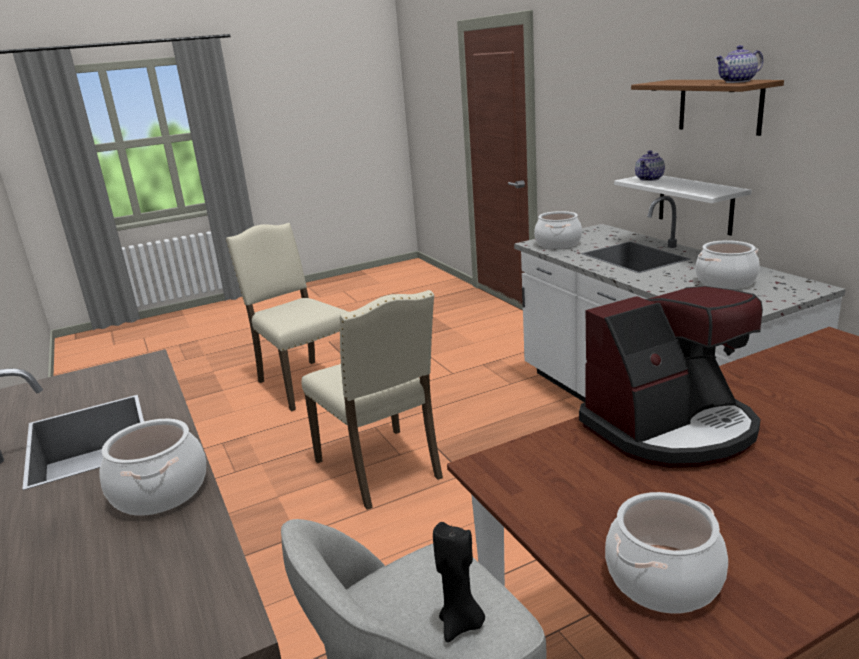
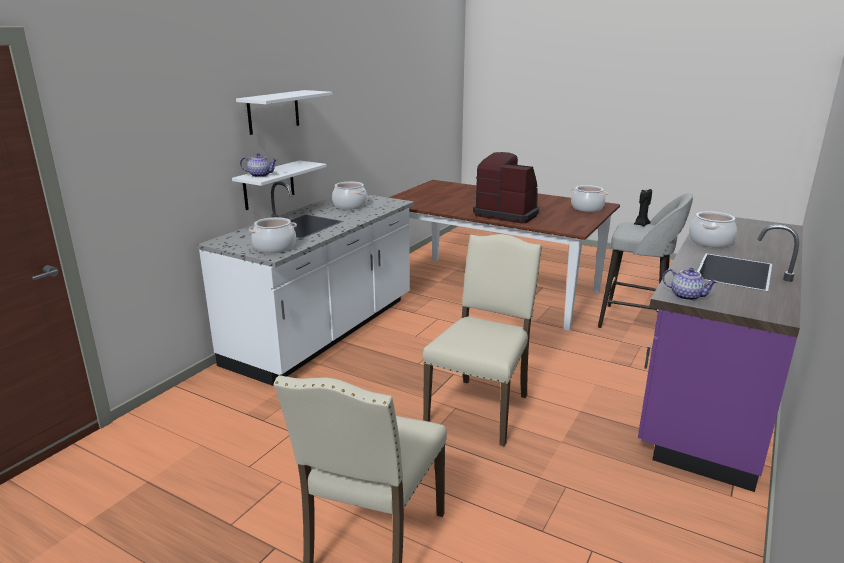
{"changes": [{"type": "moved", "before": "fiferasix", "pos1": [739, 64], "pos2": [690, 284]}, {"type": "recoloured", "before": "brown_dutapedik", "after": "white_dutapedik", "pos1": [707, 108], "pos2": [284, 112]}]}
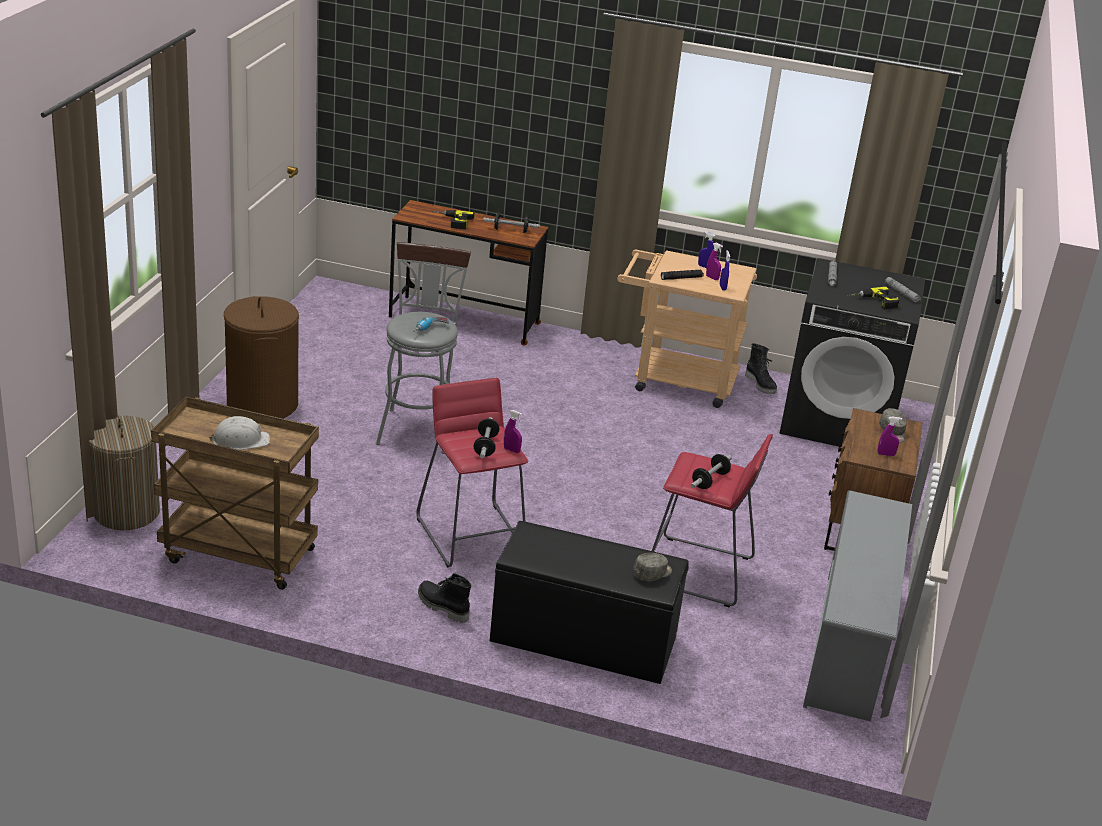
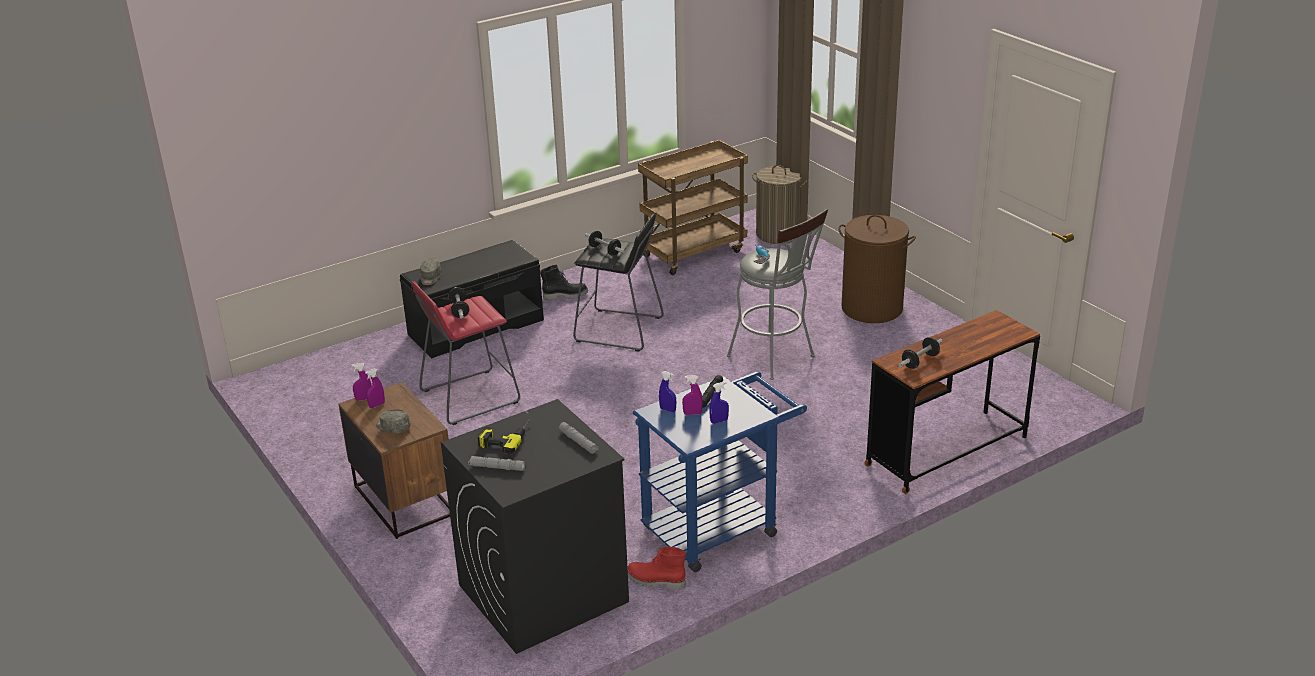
{"changes": [{"type": "removed", "before": "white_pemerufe", "pos1": [239, 433]}, {"type": "removed", "before": "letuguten", "pos1": [453, 219]}, {"type": "removed", "before": "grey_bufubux", "pos1": [857, 606]}, {"type": "moved", "before": "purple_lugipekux", "pos1": [513, 431], "pos2": [361, 382]}, {"type": "recoloured", "before": "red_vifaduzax", "after": "black_vifaduzax", "pos1": [472, 472], "pos2": [618, 283]}, {"type": "recoloured", "before": "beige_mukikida", "after": "blue_mukikida", "pos1": [687, 329], "pos2": [720, 471]}, {"type": "recoloured", "before": "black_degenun", "after": "red_degenun", "pos1": [761, 368], "pos2": [656, 568]}]}
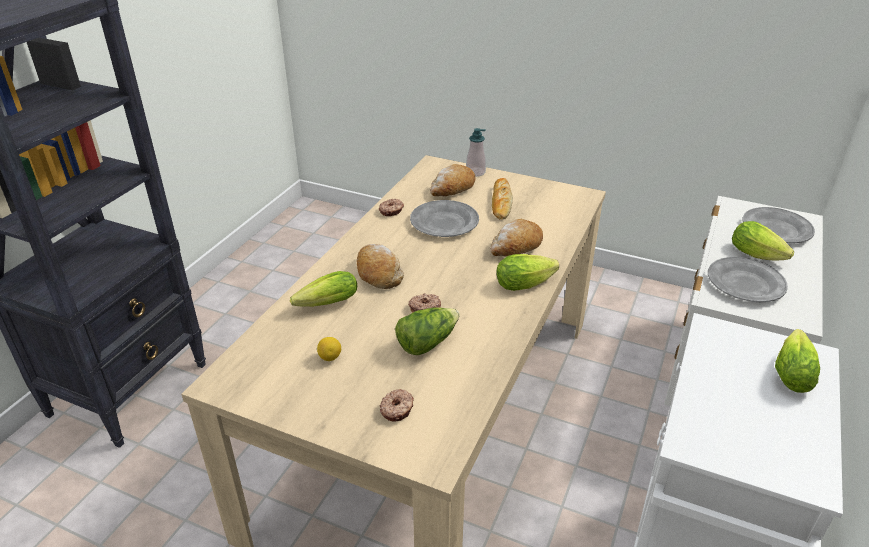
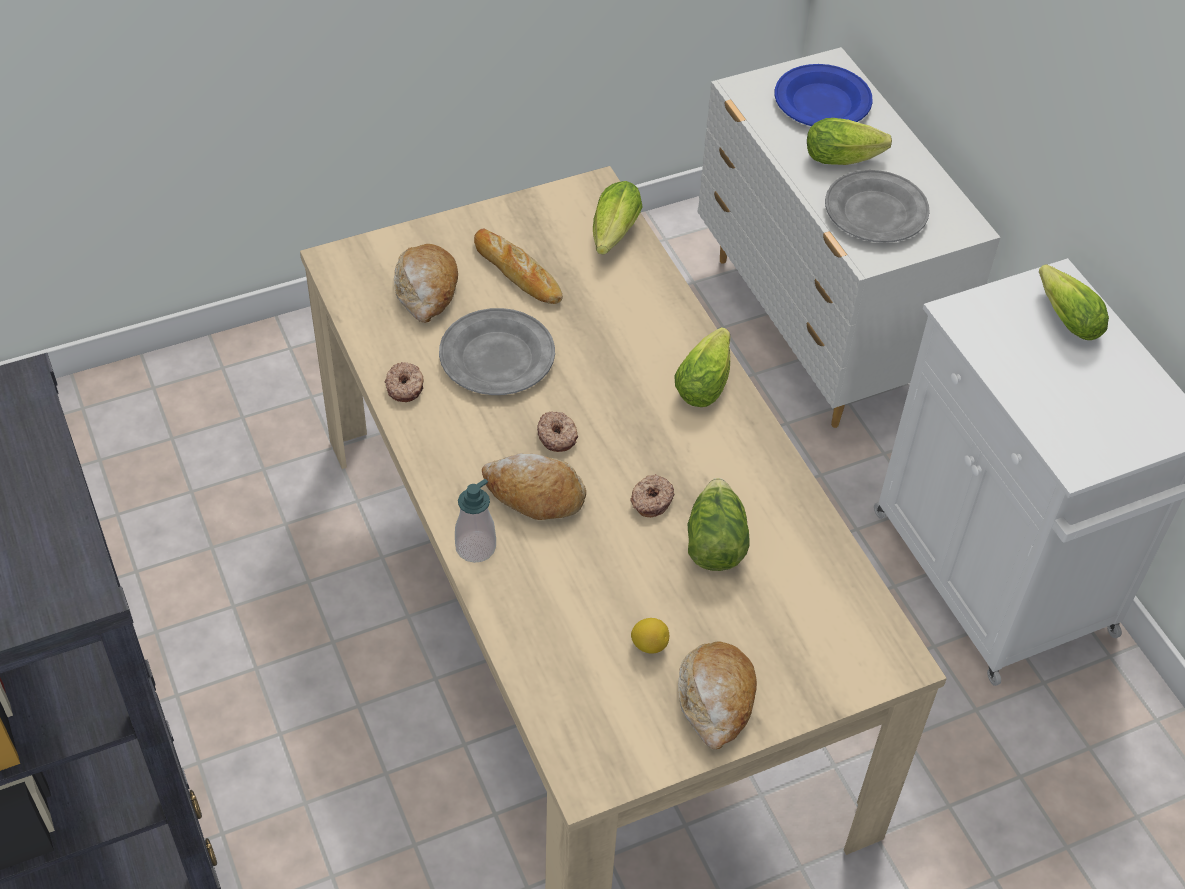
{"changes": [{"type": "moved", "before": "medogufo", "pos1": [323, 289], "pos2": [618, 218]}, {"type": "moved", "before": "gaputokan", "pos1": [396, 405], "pos2": [557, 432]}, {"type": "moved", "before": "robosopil", "pos1": [476, 152], "pos2": [475, 521]}, {"type": "moved", "before": "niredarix", "pos1": [516, 238], "pos2": [717, 695]}, {"type": "recoloured", "before": "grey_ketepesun", "after": "blue_ketepesun", "pos1": [778, 225], "pos2": [823, 95]}]}
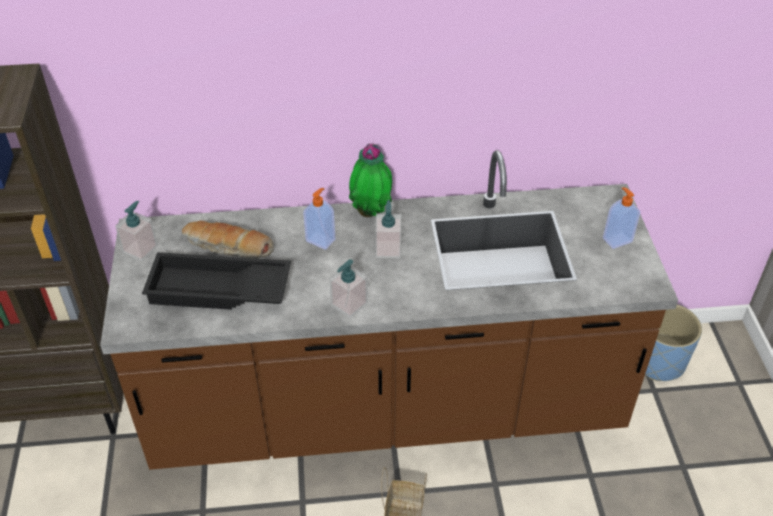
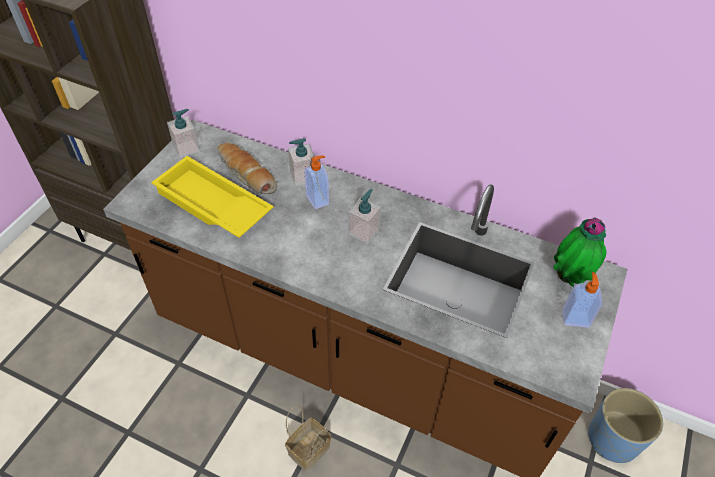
{"changes": [{"type": "moved", "before": "robosopil", "pos1": [348, 288], "pos2": [301, 162]}, {"type": "moved", "before": "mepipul", "pos1": [370, 180], "pos2": [579, 252]}, {"type": "recoloured", "before": "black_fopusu", "after": "yellow_fopusu", "pos1": [216, 281], "pos2": [212, 197]}]}
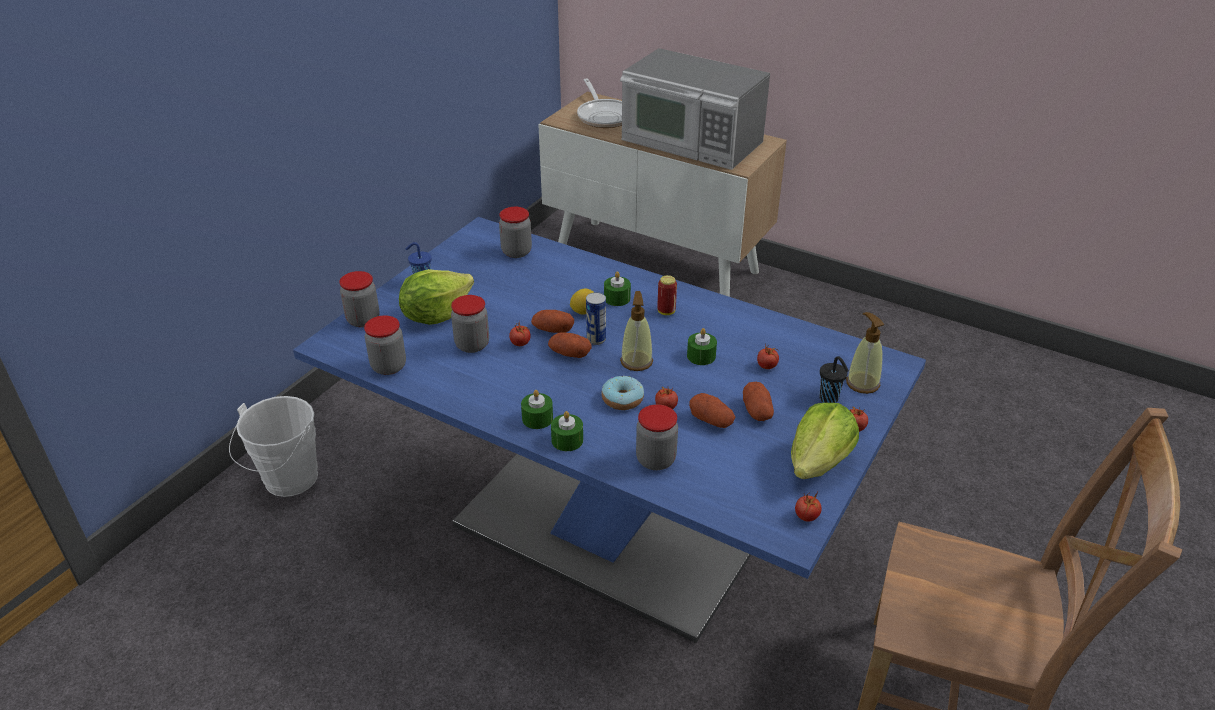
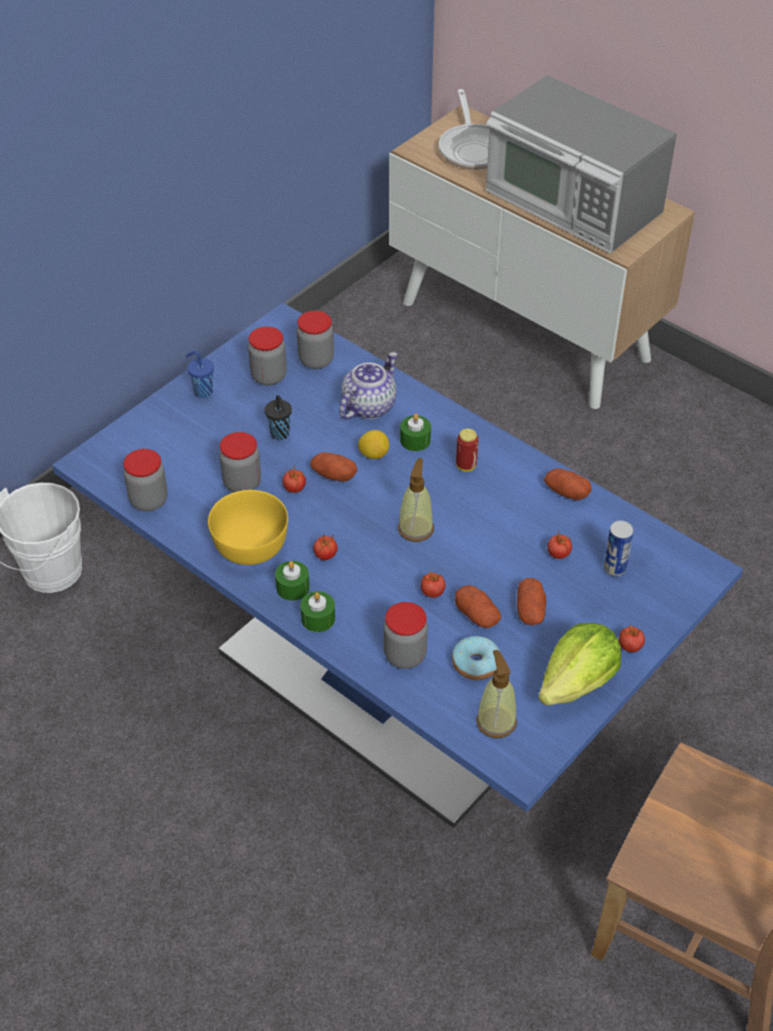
{"changes": [{"type": "removed", "before": "medogufo", "pos1": [436, 297]}, {"type": "removed", "before": "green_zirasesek", "pos1": [702, 346]}, {"type": "added", "after": "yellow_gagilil", "pos2": [248, 527]}, {"type": "added", "after": "fiferasix", "pos2": [368, 385]}, {"type": "moved", "before": "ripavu", "pos1": [359, 299], "pos2": [267, 356]}, {"type": "moved", "before": "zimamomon", "pos1": [570, 345], "pos2": [568, 484]}, {"type": "moved", "before": "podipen", "pos1": [596, 318], "pos2": [619, 549]}, {"type": "moved", "before": "gaputokan", "pos1": [622, 393], "pos2": [476, 658]}, {"type": "moved", "before": "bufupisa", "pos1": [808, 507], "pos2": [325, 547]}, {"type": "moved", "before": "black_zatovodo", "pos1": [834, 379], "pos2": [278, 417]}, {"type": "moved", "before": "robosopil", "pos1": [865, 353], "pos2": [496, 694]}]}
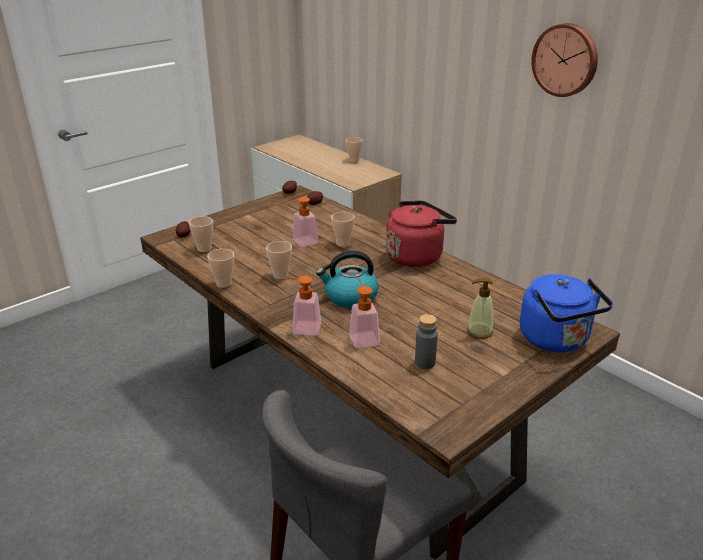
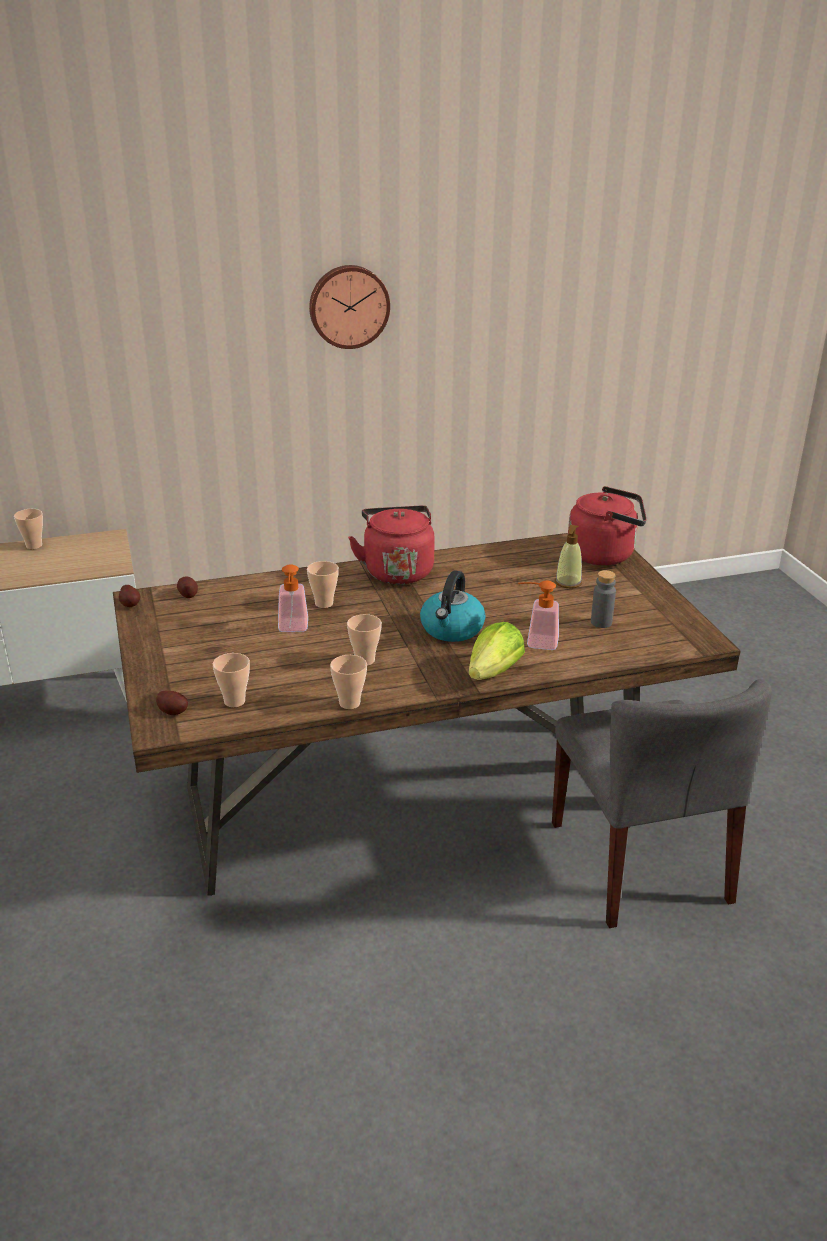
{"changes": [{"type": "replaced", "before": "robosopil", "after": "medogufo", "pos1": [300, 305], "pos2": [496, 651]}, {"type": "recoloured", "before": "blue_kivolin", "after": "red_kivolin", "pos1": [566, 313], "pos2": [607, 525]}]}
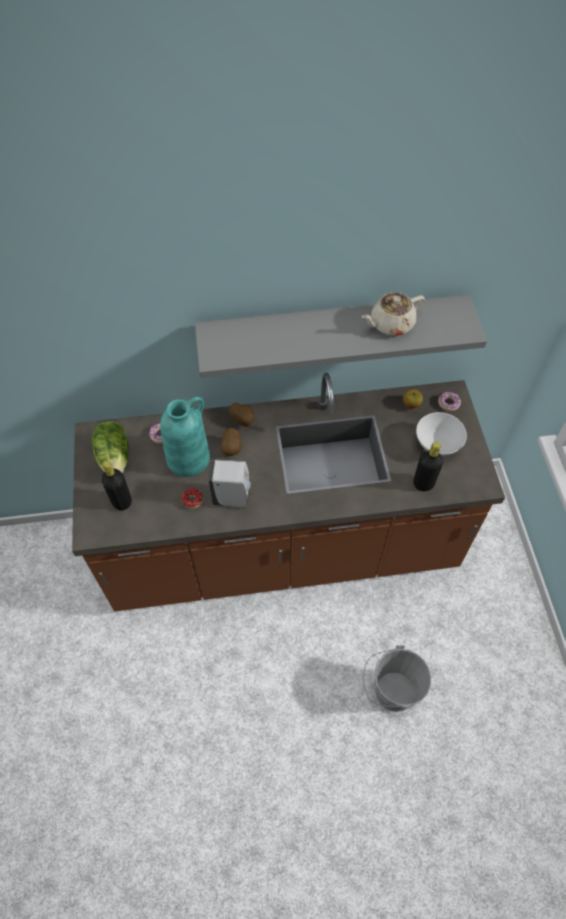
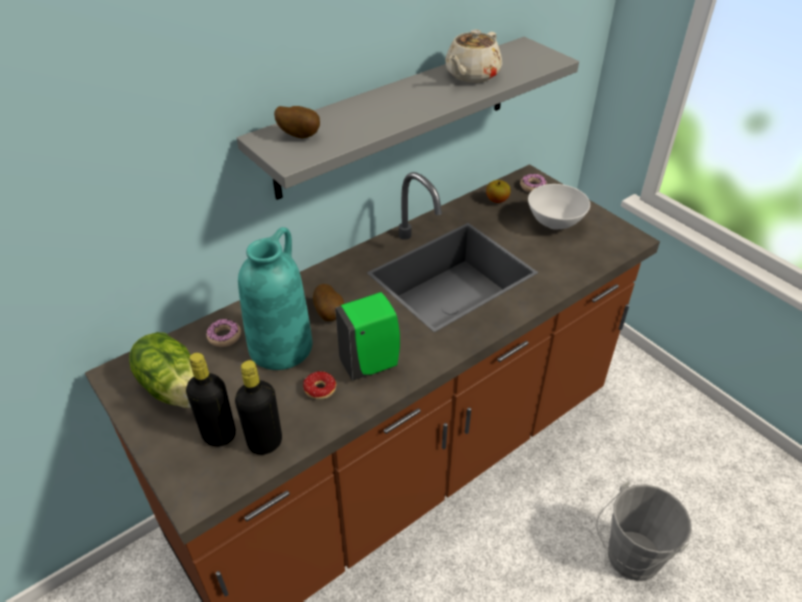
{"changes": [{"type": "moved", "before": "zimamomon", "pos1": [242, 414], "pos2": [297, 122]}, {"type": "moved", "before": "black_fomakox", "pos1": [428, 466], "pos2": [258, 407]}, {"type": "recoloured", "before": "white_robosopil", "after": "green_robosopil", "pos1": [229, 483], "pos2": [367, 336]}]}
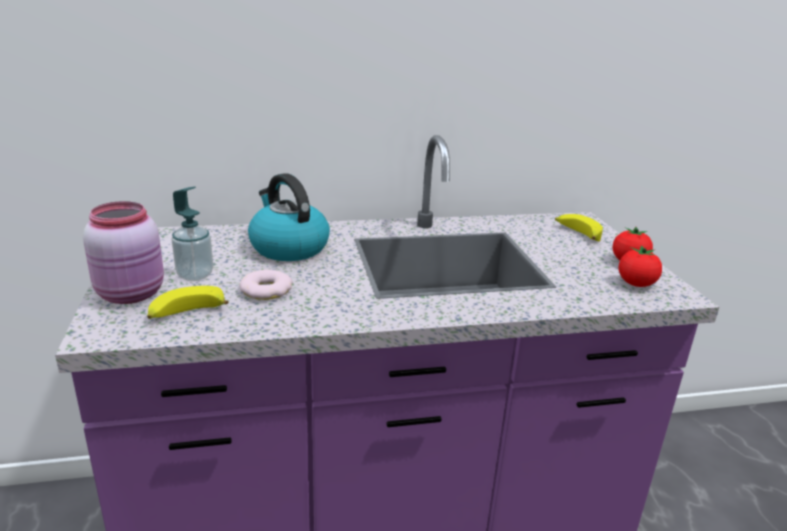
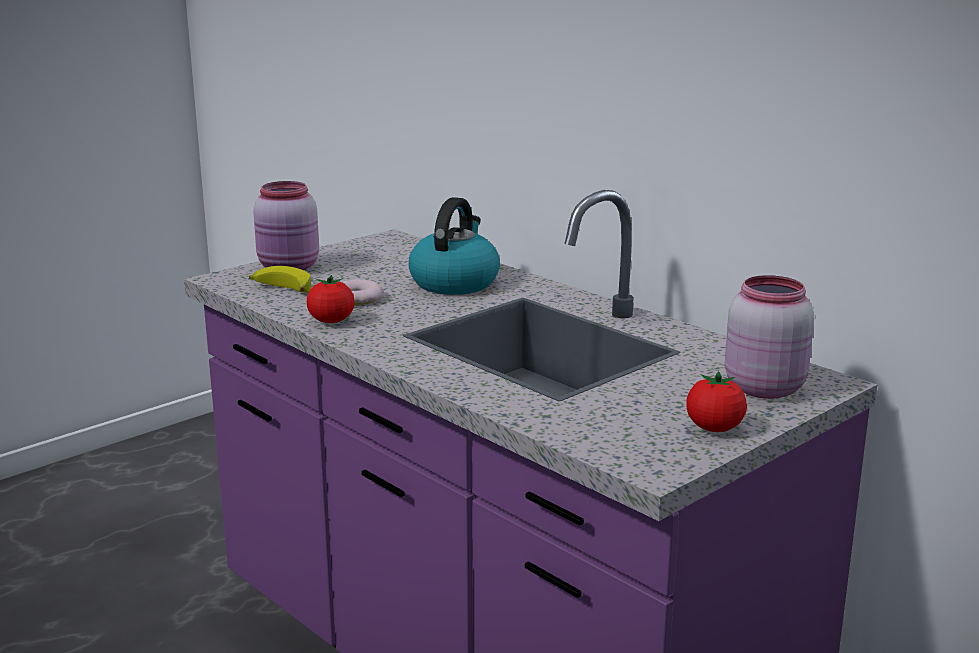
{"changes": [{"type": "removed", "before": "robosopil", "pos1": [192, 234]}, {"type": "moved", "before": "bufupisa", "pos1": [640, 266], "pos2": [331, 299]}, {"type": "replaced", "before": "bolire", "after": "pink_ripavu", "pos1": [579, 228], "pos2": [769, 337]}]}
